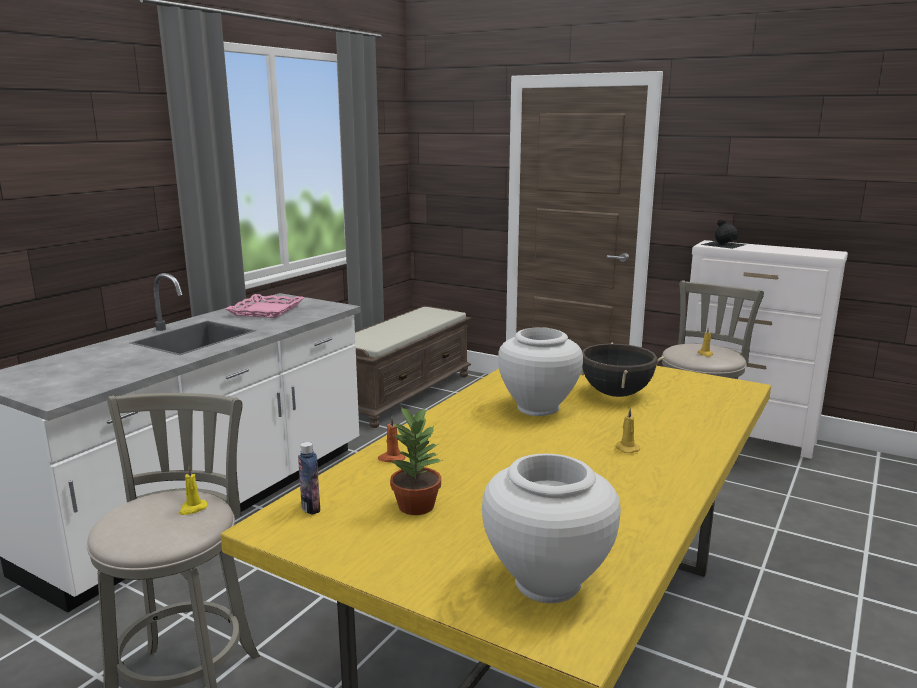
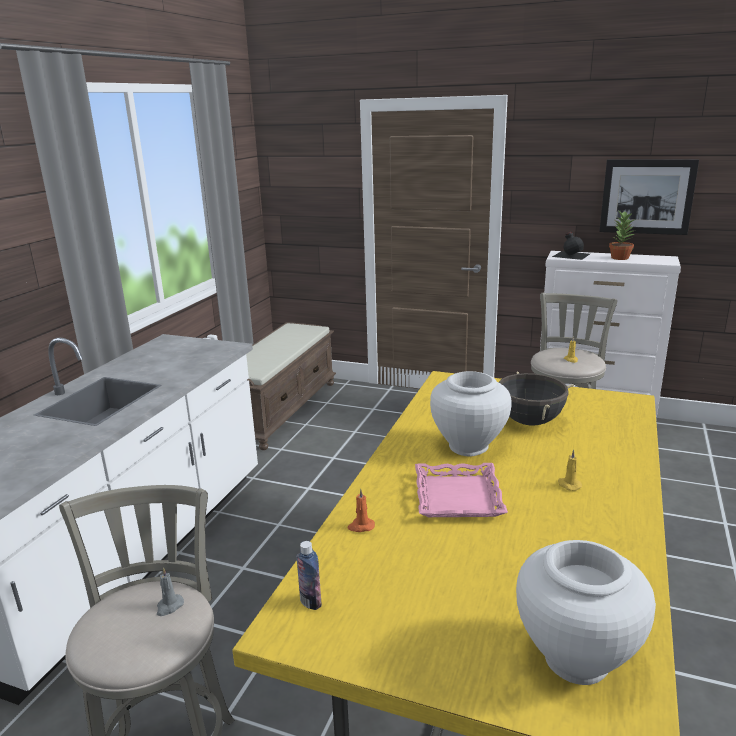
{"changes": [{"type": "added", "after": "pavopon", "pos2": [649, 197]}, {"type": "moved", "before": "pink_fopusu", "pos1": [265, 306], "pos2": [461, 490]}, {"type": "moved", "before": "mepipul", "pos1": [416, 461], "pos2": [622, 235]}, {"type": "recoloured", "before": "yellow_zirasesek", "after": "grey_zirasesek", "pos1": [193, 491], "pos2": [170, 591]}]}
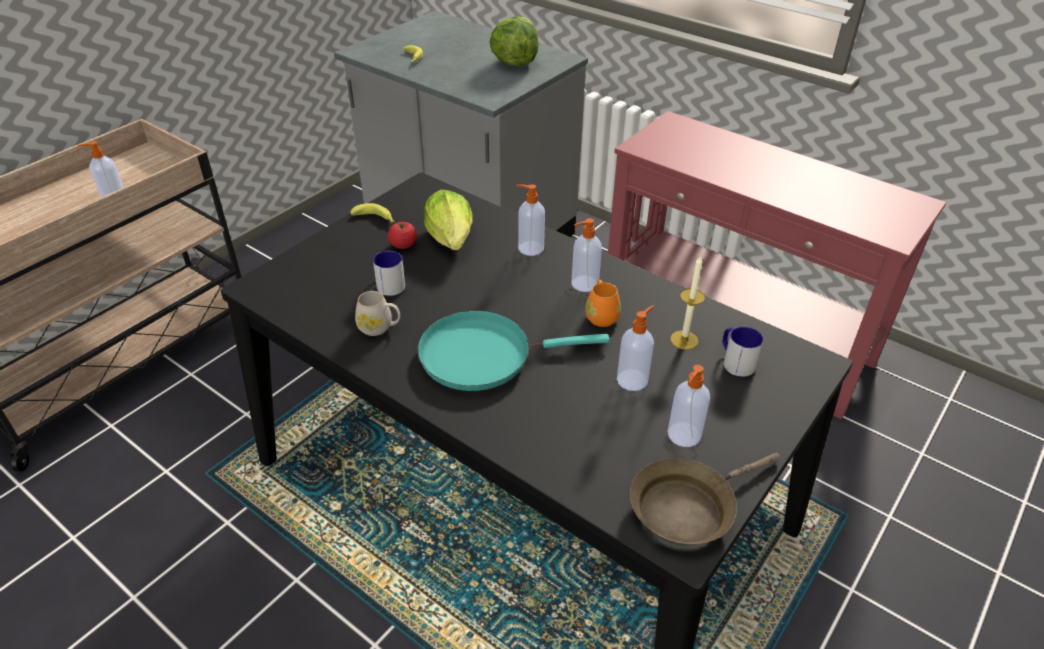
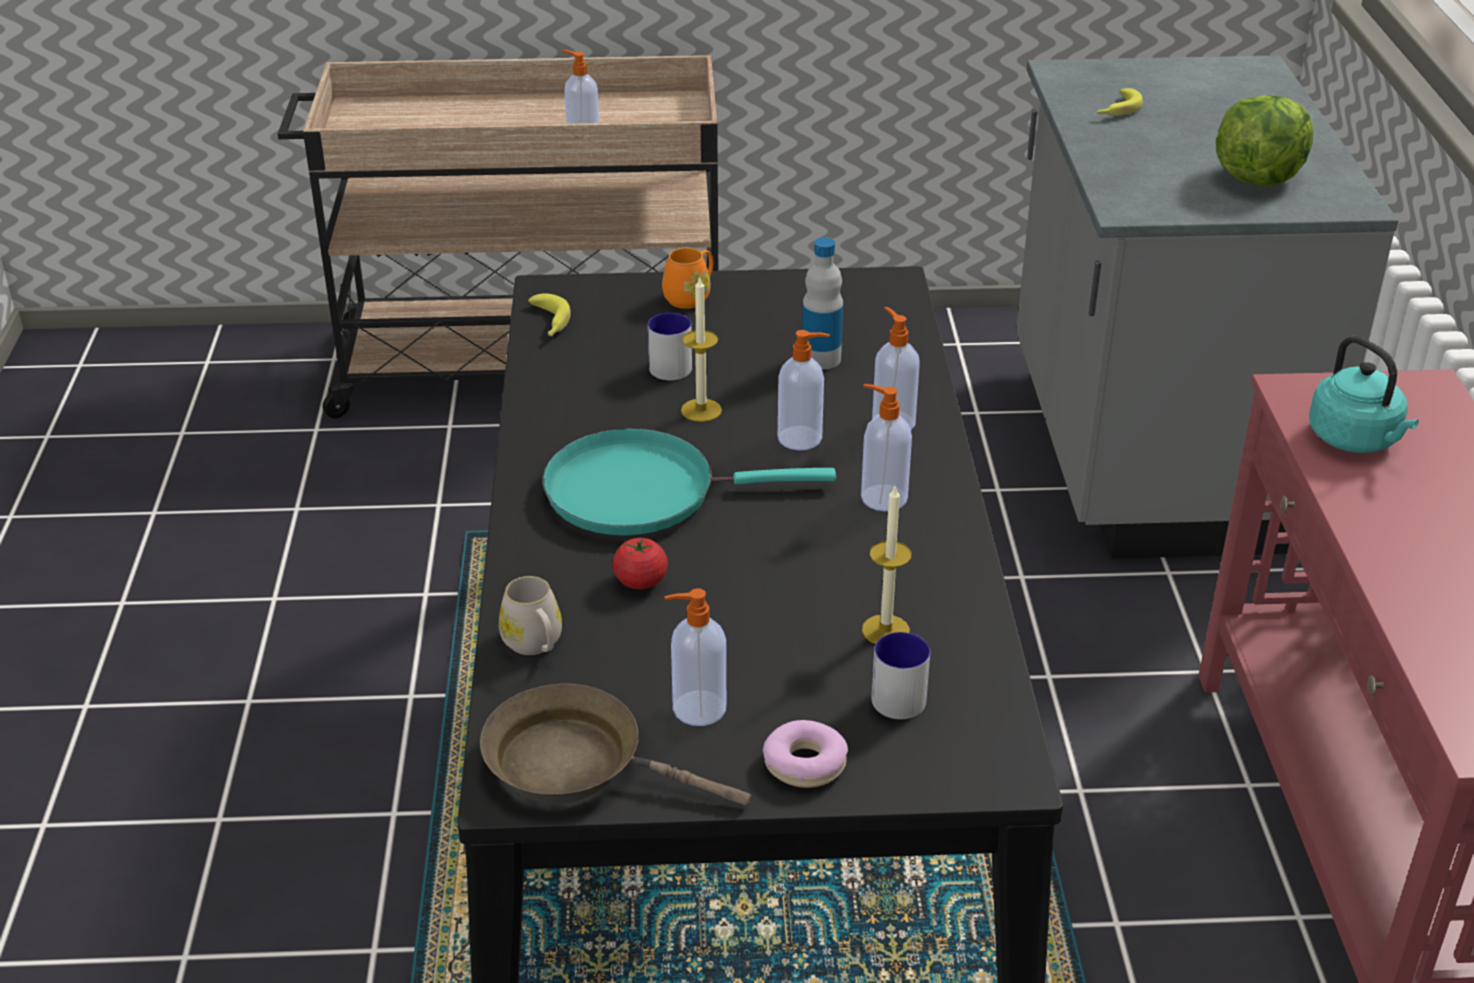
{"changes": [{"type": "added", "after": "zirasesek", "pos2": [701, 349]}, {"type": "added", "after": "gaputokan", "pos2": [805, 754]}, {"type": "added", "after": "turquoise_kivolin", "pos2": [1364, 394]}, {"type": "moved", "before": "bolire", "pos1": [373, 213], "pos2": [549, 314]}, {"type": "moved", "before": "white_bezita", "pos1": [377, 313], "pos2": [530, 615]}, {"type": "moved", "before": "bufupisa", "pos1": [402, 235], "pos2": [640, 563]}, {"type": "moved", "before": "orange_bezita", "pos1": [603, 303], "pos2": [687, 278]}, {"type": "moved", "before": "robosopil", "pos1": [635, 348], "pos2": [804, 390]}, {"type": "replaced", "before": "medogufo", "after": "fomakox", "pos1": [448, 220], "pos2": [822, 303]}, {"type": "turned", "before": "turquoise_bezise", "pos1": [513, 351], "pos2": [689, 481], "turn": -45}]}
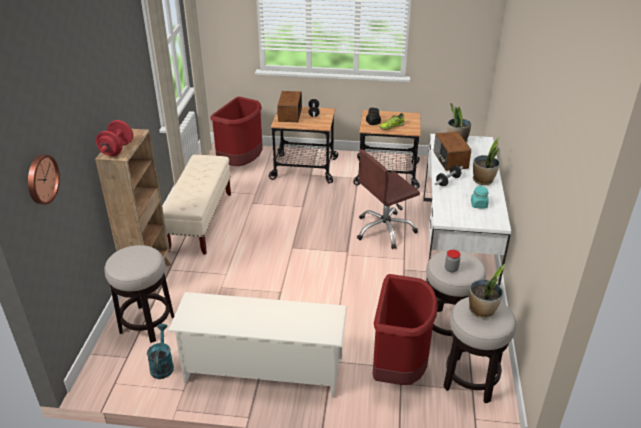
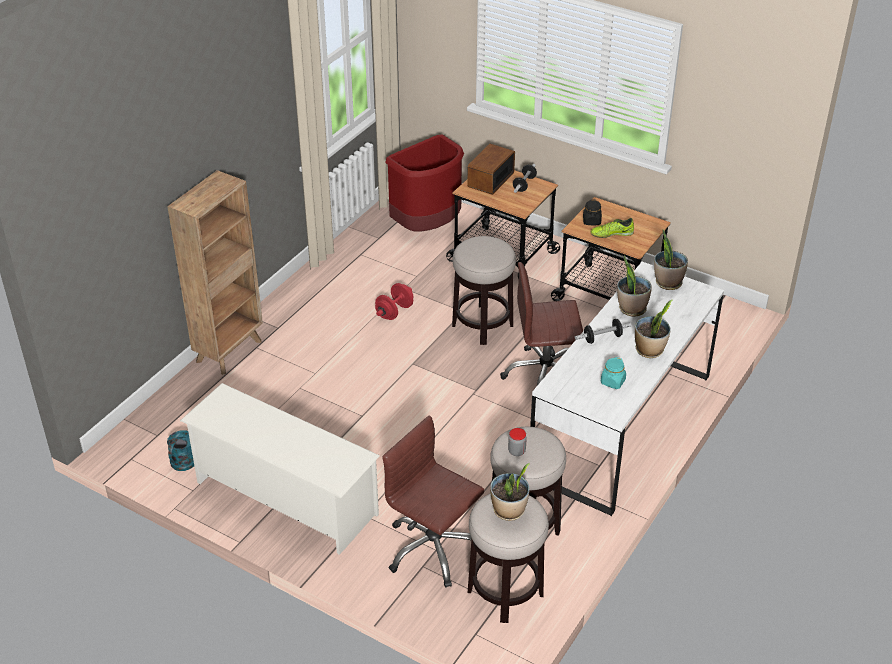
{"changes": [{"type": "removed", "before": "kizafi", "pos1": [44, 180]}, {"type": "removed", "before": "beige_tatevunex", "pos1": [197, 205]}, {"type": "moved", "before": "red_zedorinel", "pos1": [114, 138], "pos2": [394, 301]}, {"type": "moved", "before": "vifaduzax", "pos1": [139, 294], "pos2": [484, 290]}, {"type": "replaced", "before": "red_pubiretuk", "after": "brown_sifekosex", "pos1": [405, 329], "pos2": [433, 501]}, {"type": "replaced", "before": "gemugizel", "after": "mepipul", "pos1": [452, 151], "pos2": [634, 286]}]}
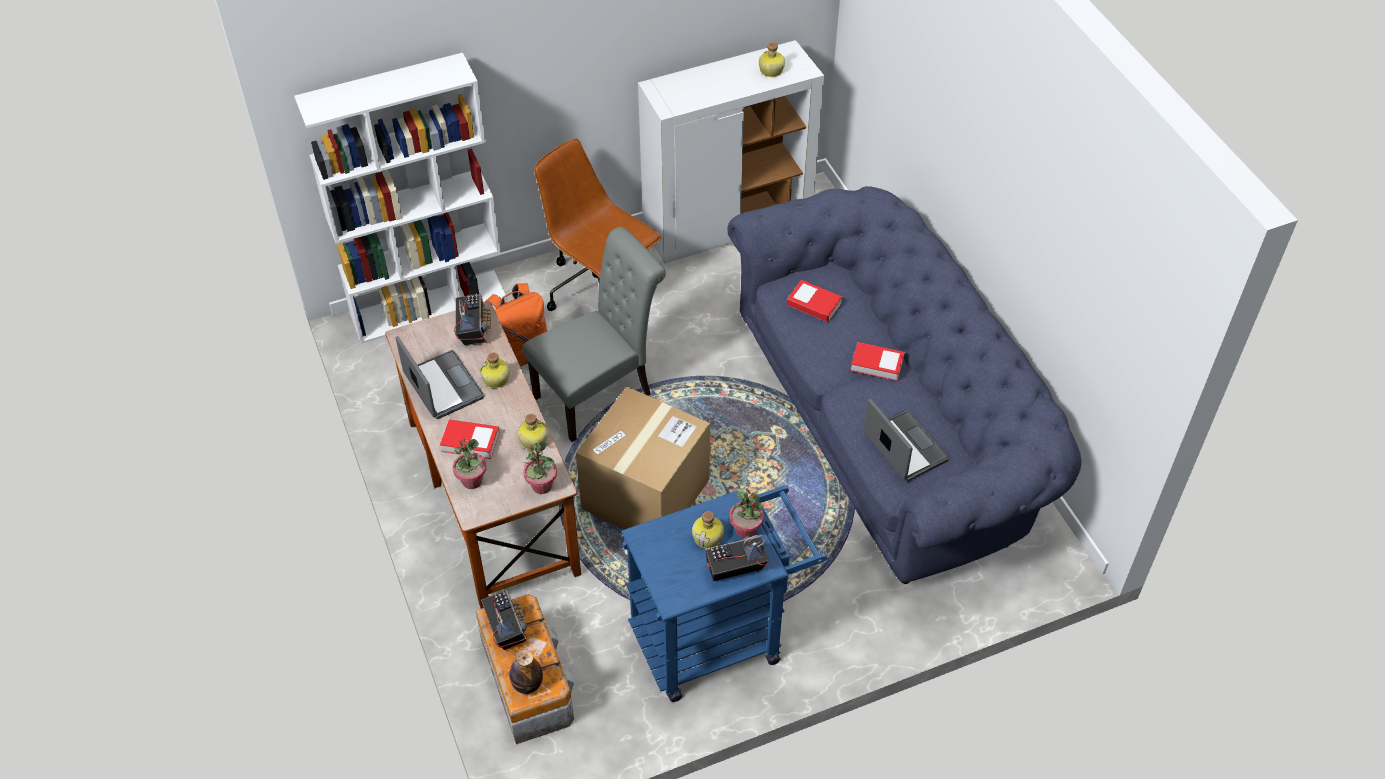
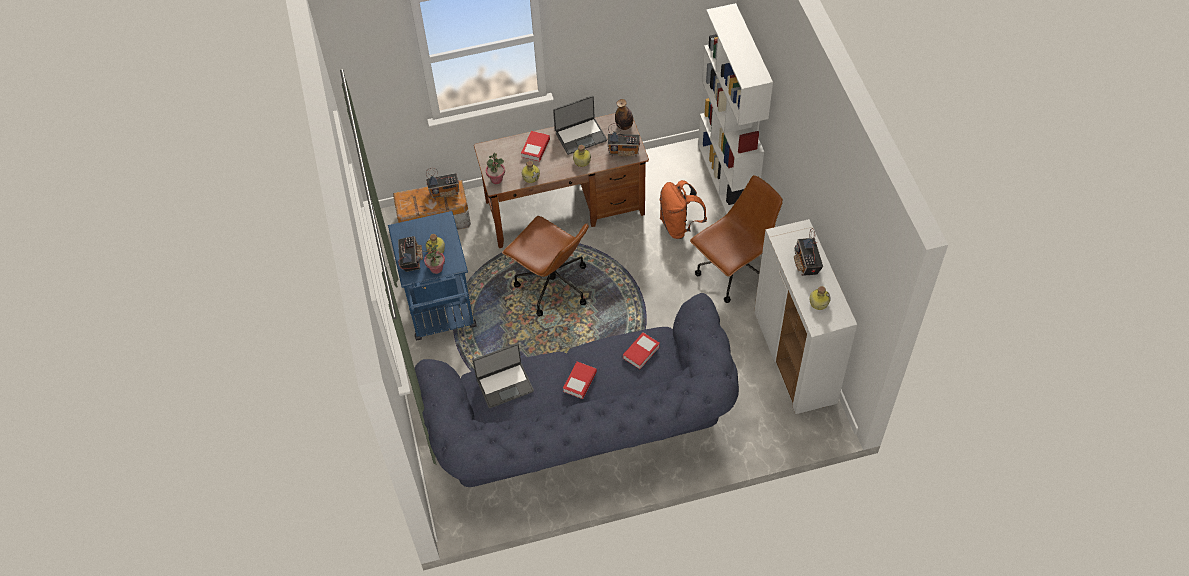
{"changes": [{"type": "removed", "before": "mepipul", "pos1": [469, 463]}, {"type": "removed", "before": "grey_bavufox", "pos1": [594, 334]}, {"type": "added", "after": "gemugizel", "pos2": [808, 252]}, {"type": "moved", "before": "fomakox", "pos1": [526, 671], "pos2": [624, 114]}, {"type": "replaced", "before": "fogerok", "after": "brown_sifekosex", "pos1": [643, 458], "pos2": [545, 266]}]}
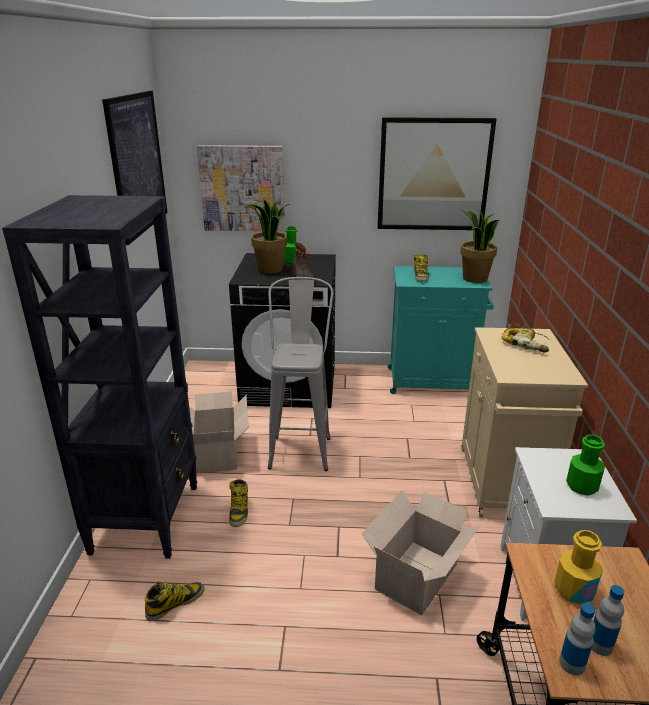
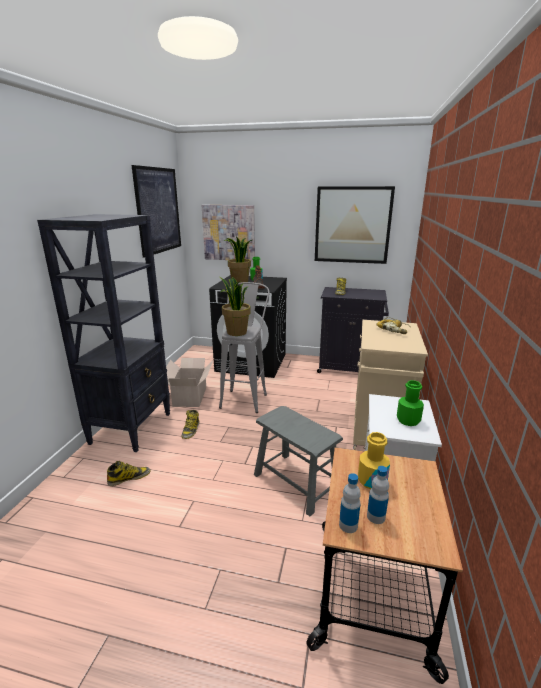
{"changes": [{"type": "moved", "before": "mepipul", "pos1": [479, 246], "pos2": [235, 306]}, {"type": "replaced", "before": "fogerok", "after": "grey_vifaduzax", "pos1": [421, 552], "pos2": [298, 461]}, {"type": "recoloured", "before": "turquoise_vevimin", "after": "black_vevimin", "pos1": [441, 330], "pos2": [353, 330]}]}
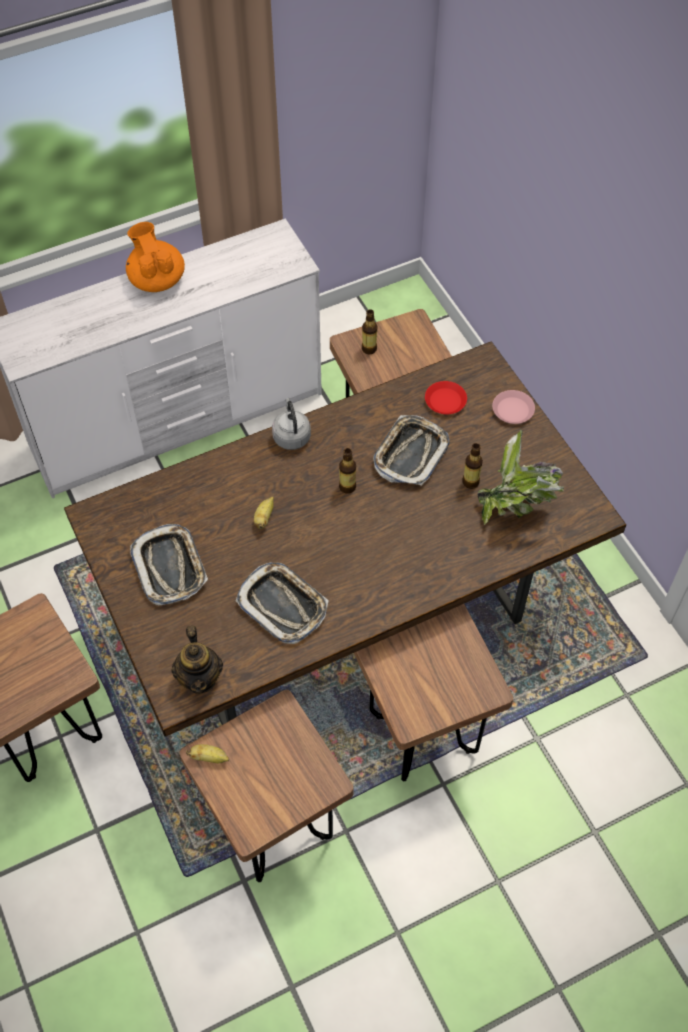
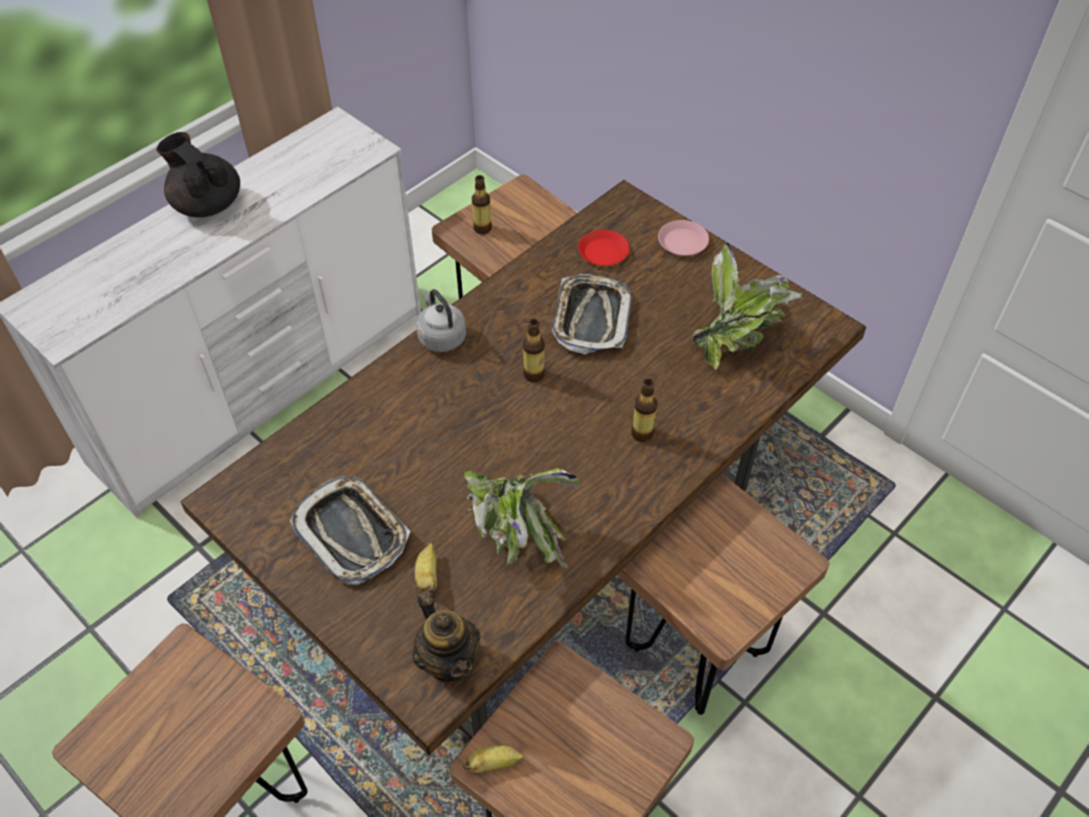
{"changes": [{"type": "moved", "before": "bolire", "pos1": [264, 512], "pos2": [426, 568]}, {"type": "moved", "before": "fomakox", "pos1": [472, 466], "pos2": [644, 410]}, {"type": "replaced", "before": "fopusu", "after": "mepipul", "pos1": [282, 603], "pos2": [522, 518]}, {"type": "recoloured", "before": "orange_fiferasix", "after": "black_fiferasix", "pos1": [155, 257], "pos2": [198, 175]}]}
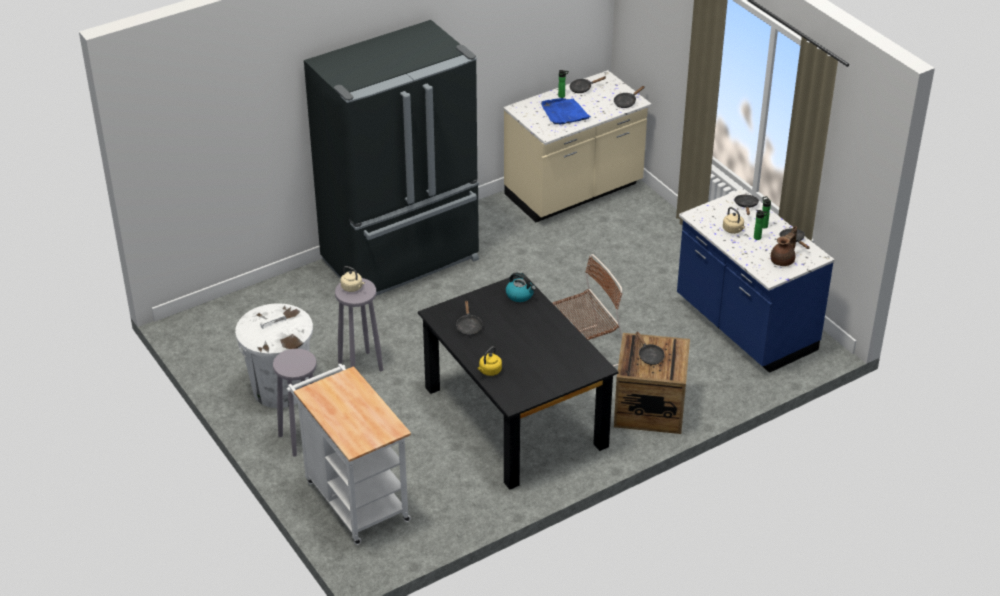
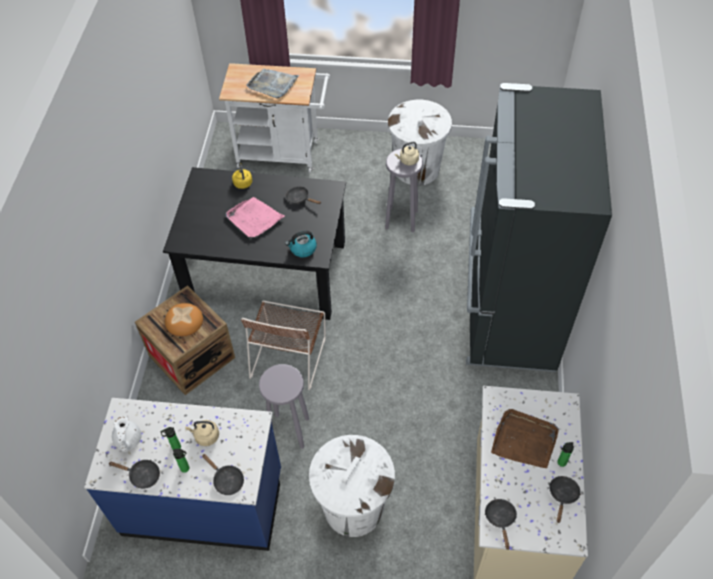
{"changes": [{"type": "added", "after": "pink_fopusu", "pos2": [255, 217]}, {"type": "added", "after": "grey_fopusu", "pos2": [273, 83]}, {"type": "added", "after": "white_pubiretuk", "pos2": [352, 486]}, {"type": "moved", "before": "grey_vifaduzax", "pos1": [295, 402], "pos2": [284, 406]}, {"type": "replaced", "before": "black_bezise", "after": "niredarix", "pos1": [650, 348], "pos2": [184, 319]}, {"type": "recoloured", "before": "blue_fopusu", "after": "brown_fopusu", "pos1": [566, 111], "pos2": [525, 438]}, {"type": "recoloured", "before": "brown_fiferasix", "after": "white_fiferasix", "pos1": [784, 246], "pos2": [126, 434]}]}
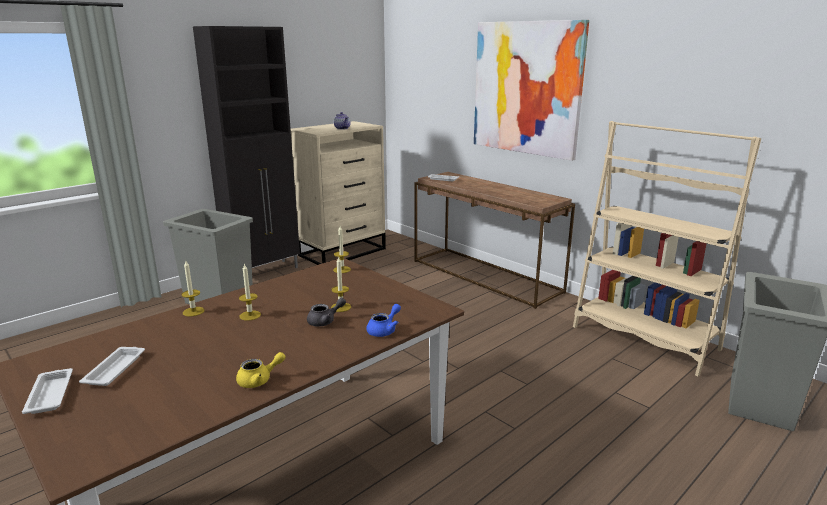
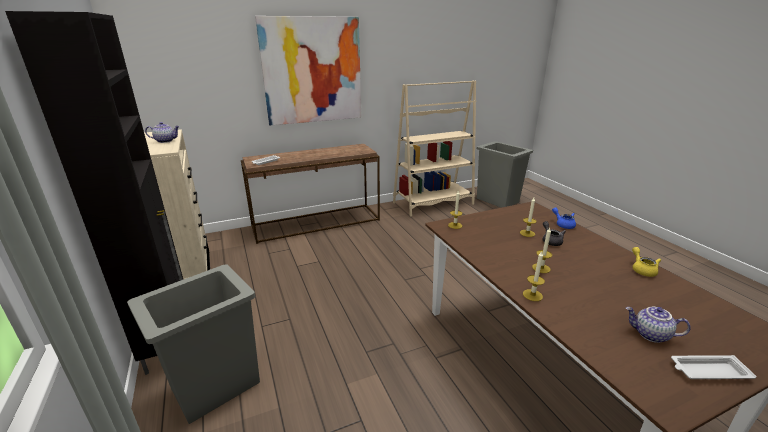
{"changes": [{"type": "replaced", "before": "white_fopusu", "after": "fiferasix", "pos1": [112, 366], "pos2": [658, 325]}]}
